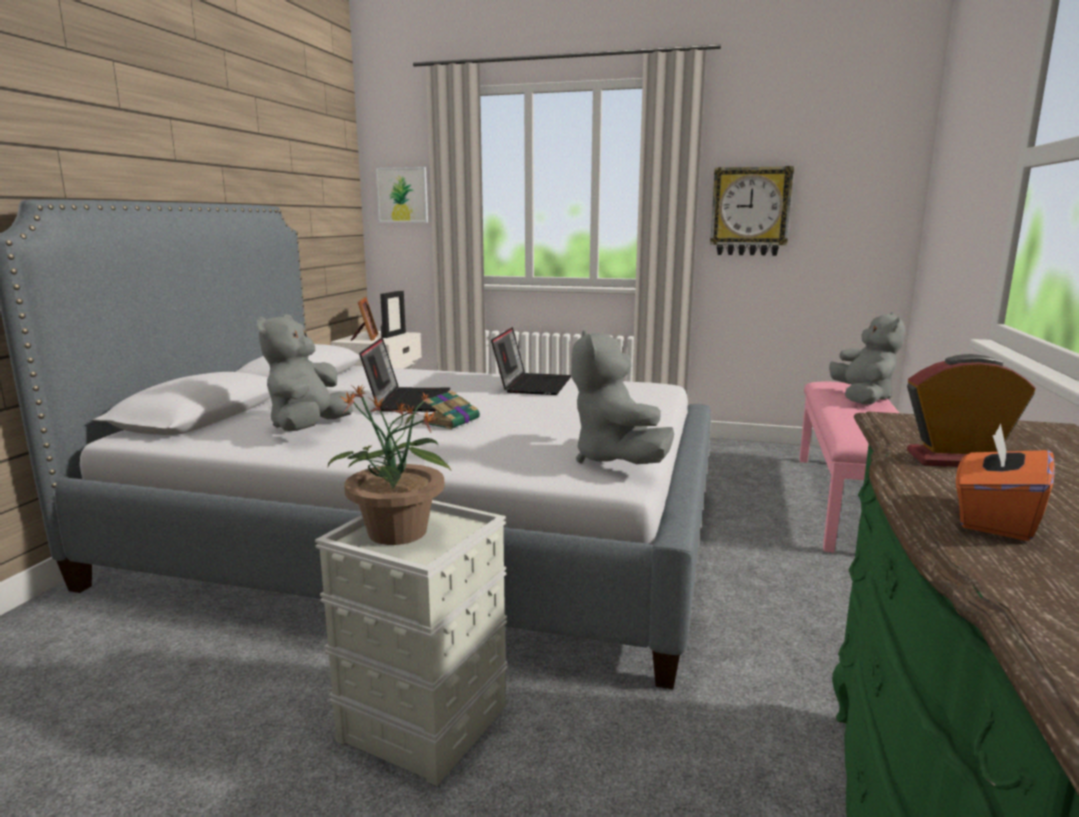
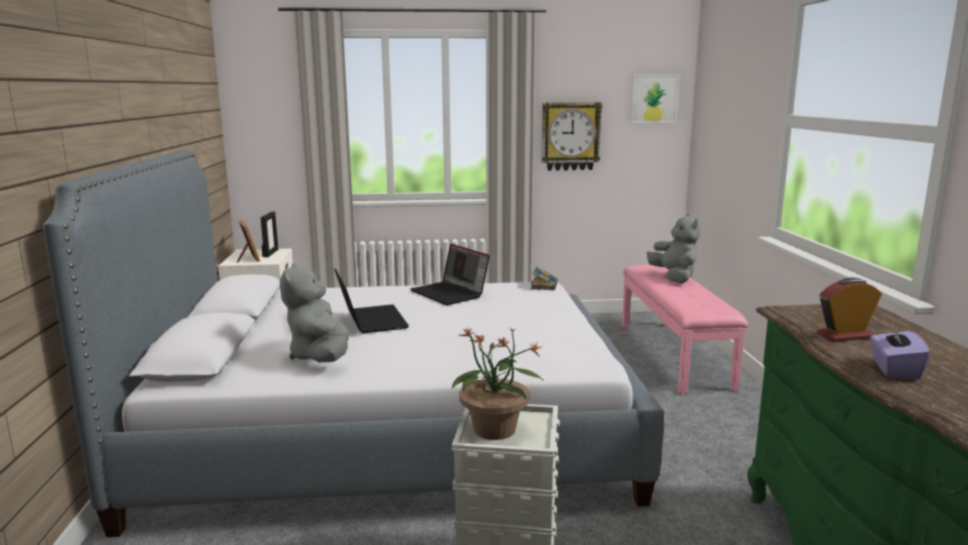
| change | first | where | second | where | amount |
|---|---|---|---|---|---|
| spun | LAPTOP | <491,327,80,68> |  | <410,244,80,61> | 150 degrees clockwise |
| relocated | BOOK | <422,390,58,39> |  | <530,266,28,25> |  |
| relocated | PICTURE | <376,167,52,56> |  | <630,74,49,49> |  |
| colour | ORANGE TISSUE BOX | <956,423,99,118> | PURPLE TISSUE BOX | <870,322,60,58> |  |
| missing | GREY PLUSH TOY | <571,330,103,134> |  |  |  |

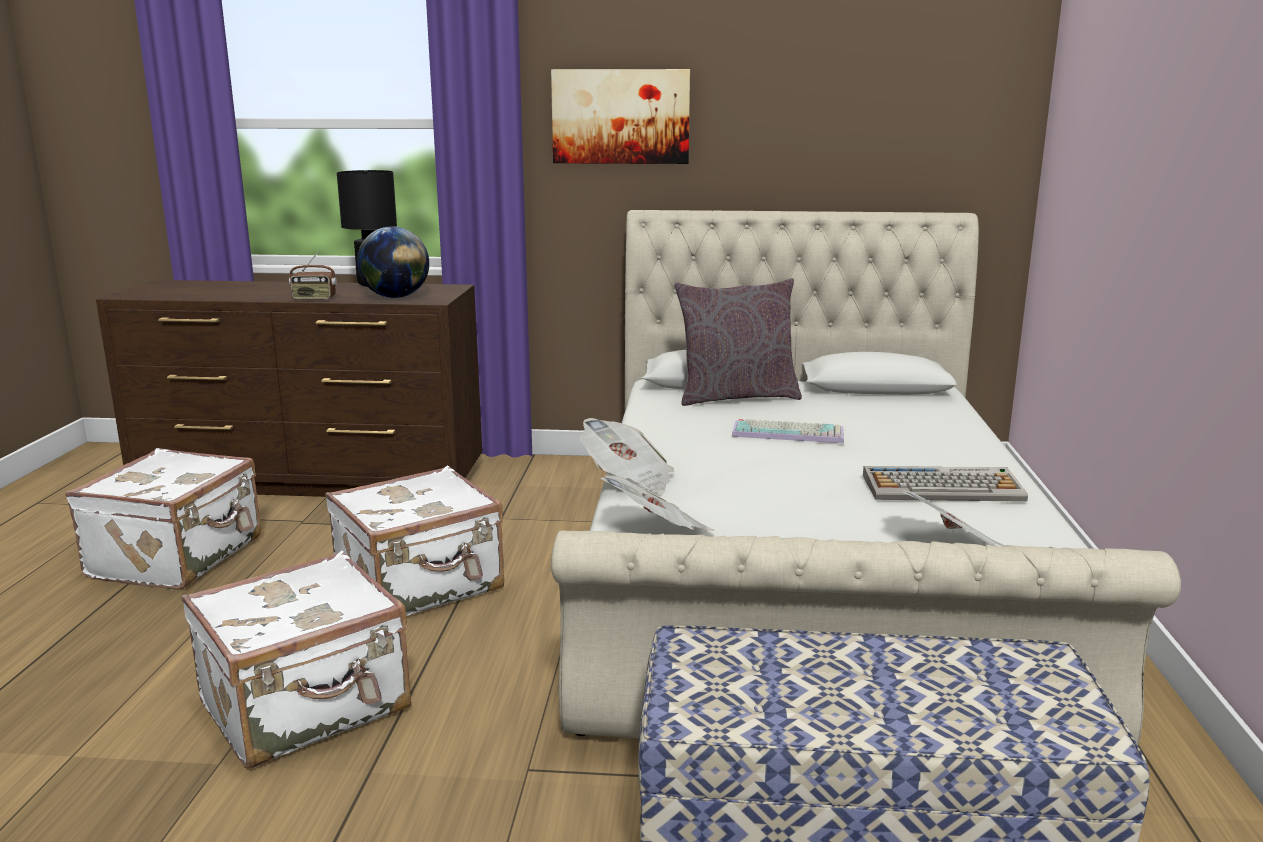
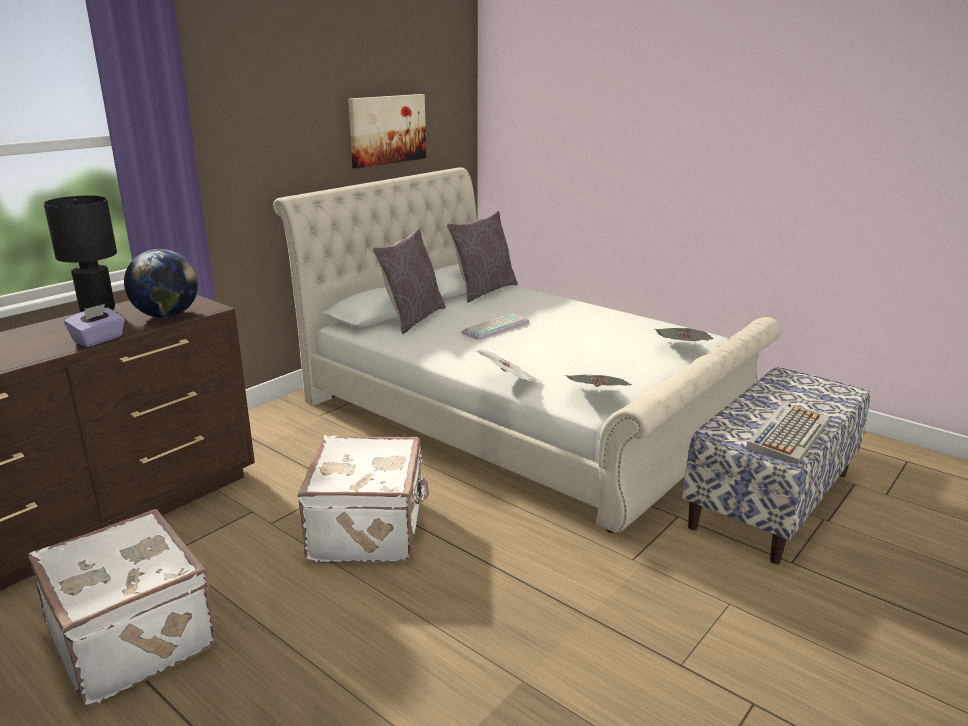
| change | first | where | second | where | amount |
|---|---|---|---|---|---|
| exchanged | RADIO | <289,251,48,49> | PURPLE TISSUE BOX | <64,304,61,43> |  |
| relocated | PICTURE | <551,69,139,95> |  | <348,94,78,75> |  |
| appeared |  |  | GREY PILLOW | <447,211,71,91> |  |
| relocated | KEYBOARD | <863,466,165,36> |  | <746,402,84,63> |  |
| missing | WHITE SUITCASE | <181,551,230,217> |  |  |  |

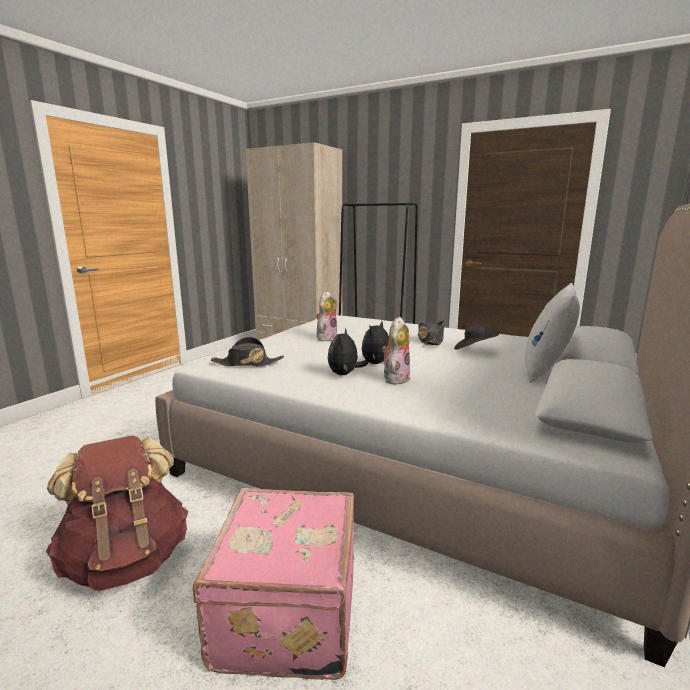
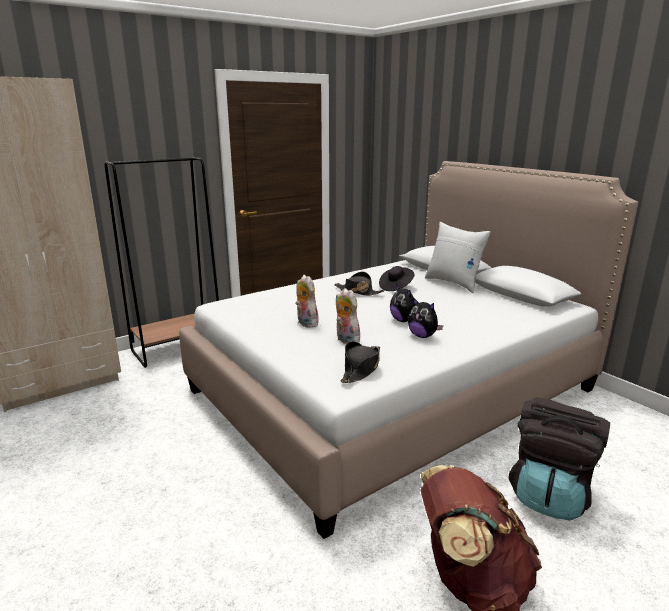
| change | first | where | second | where | amount |
|---|---|---|---|---|---|
| relocated | PLUSH TOY | <382,317,28,68> |  | <335,288,26,56> |  |
| exchanged | PINK SUITCASE | <193,488,161,192> | BLACK BACKPACK | <508,397,102,124> |  |

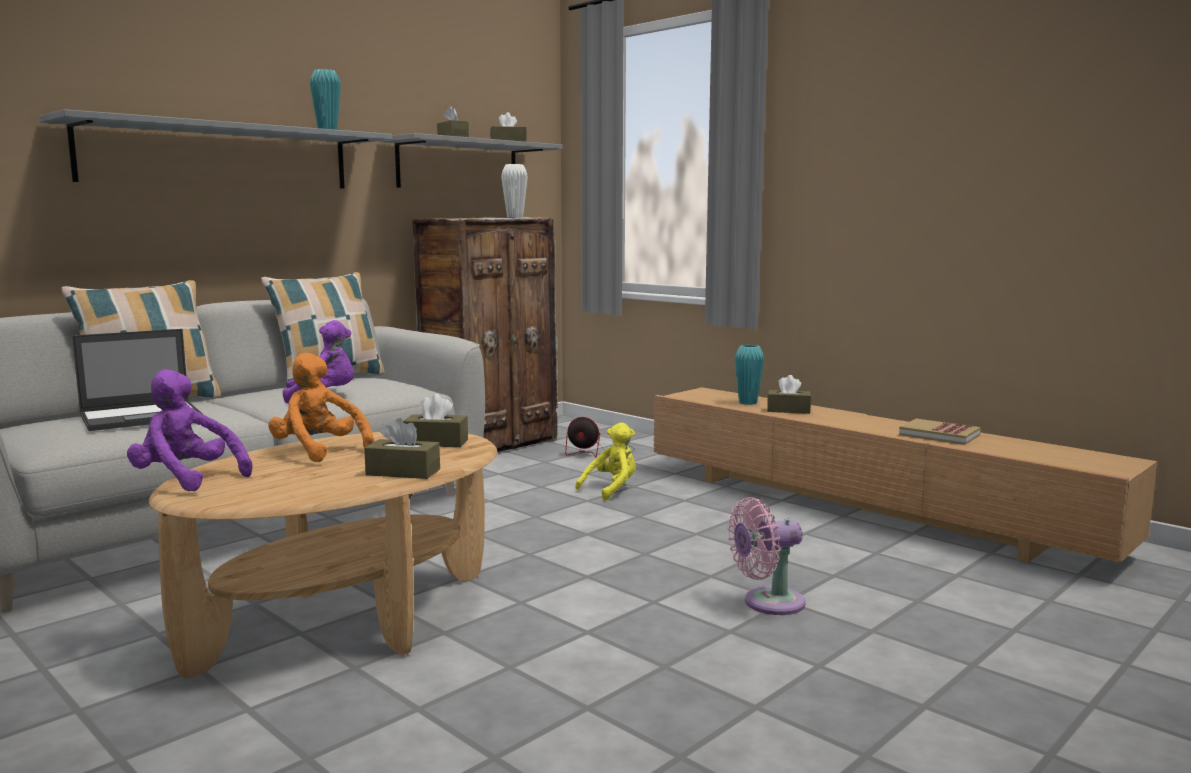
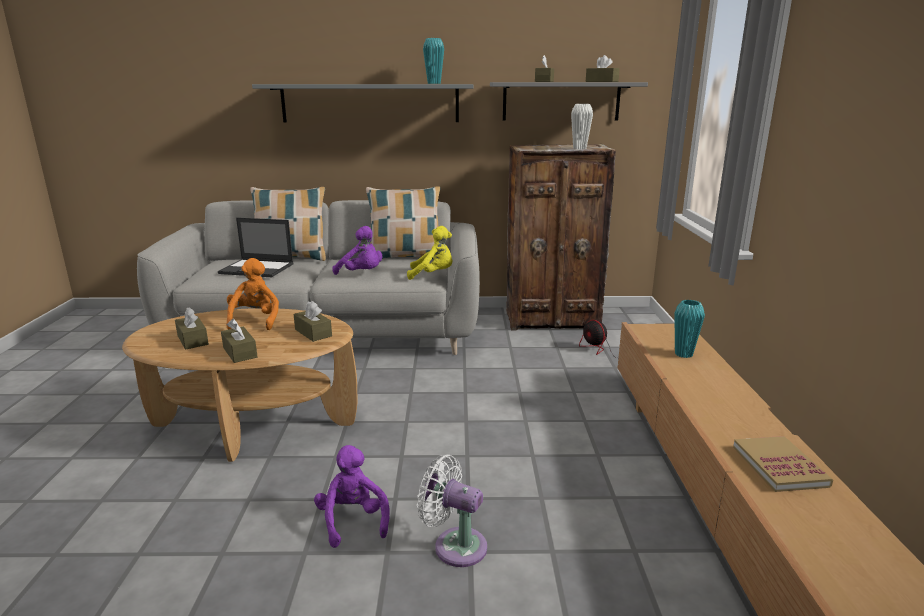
| change | first | where | second | where | amount |
|---|---|---|---|---|---|
| relocated | BROWN TISSUE BOX | <767,375,44,39> |  | <175,307,34,43> |  |
| relocated | PURPLE PLUSH TOY | <127,369,126,122> |  | <314,445,76,103> |  |
| relocated | YELLOW PLUSH TOY | <575,422,61,79> |  | <407,226,45,54> |  |
| colour | PINK FAN | <728,497,77,118> | WHITE FAN | <417,454,70,113> |  |

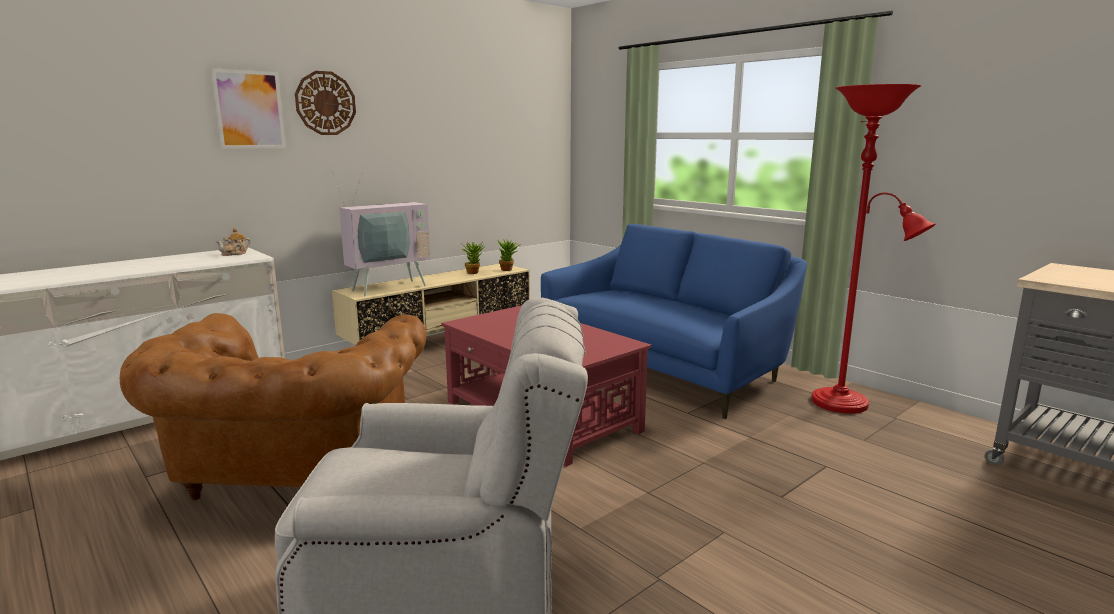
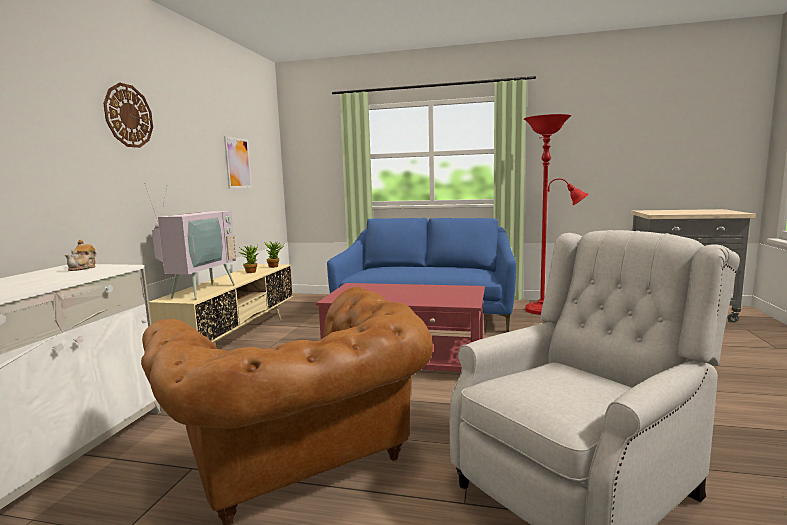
| change | first | where | second | where | amount |
|---|---|---|---|---|---|
| relocated | PICTURE | <211,68,75,81> |  | <224,136,28,53> |  |

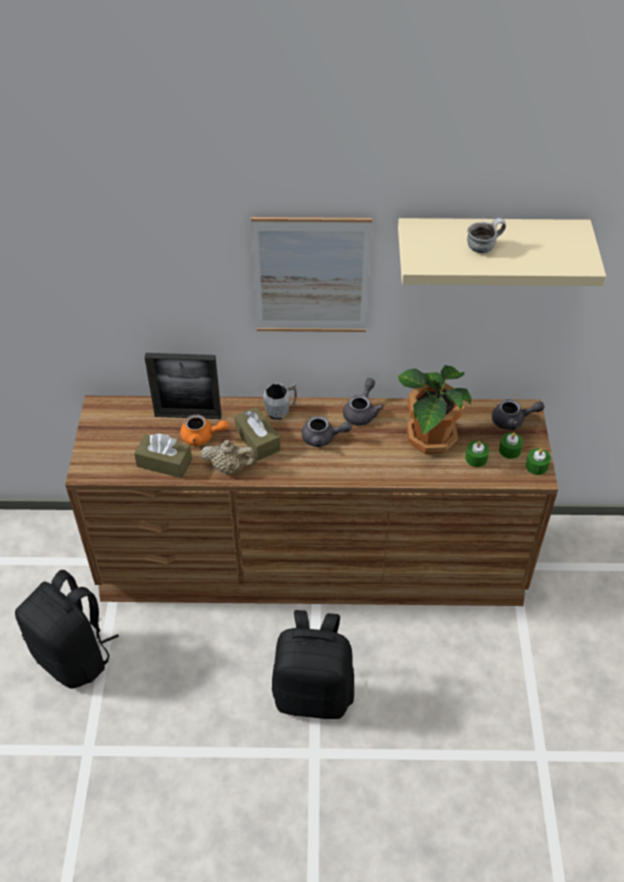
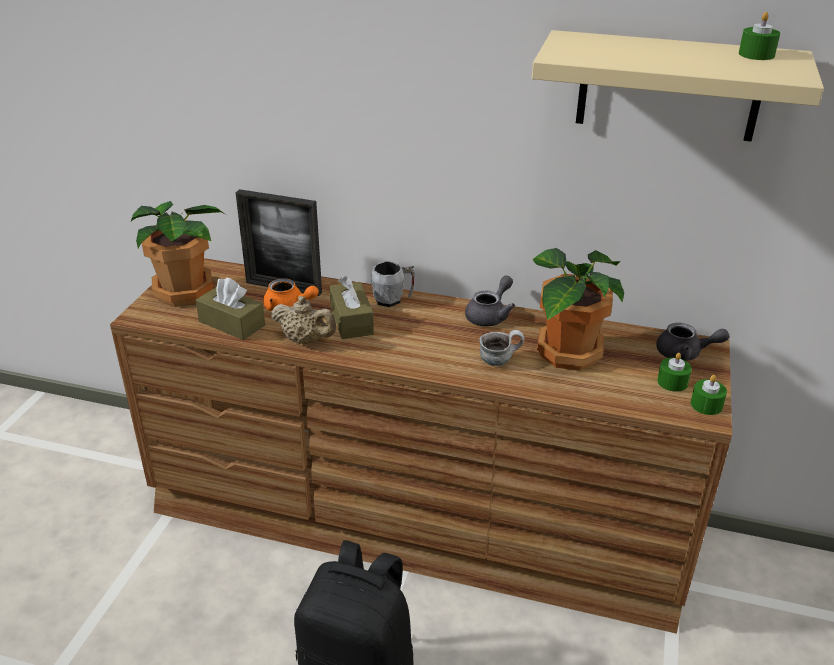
| change | first | where | second | where | amount |
|---|---|---|---|---|---|
| appeared |  |  | POTTED PLANT | <131,201,94,106> |  |
| relocated | MUG | <467,218,39,35> |  | <480,330,44,36> |  |
| relocated | GREEN CANDLE | <465,441,24,26> |  | <739,12,41,48> |  |
| missing | BLACK BACKPACK | <15,570,104,119> |  |  |  |
| missing | PICTURE | <251,217,121,115> |  |  |  |
| missing | GREY TEAPOT | <302,416,50,31> |  |  |  |

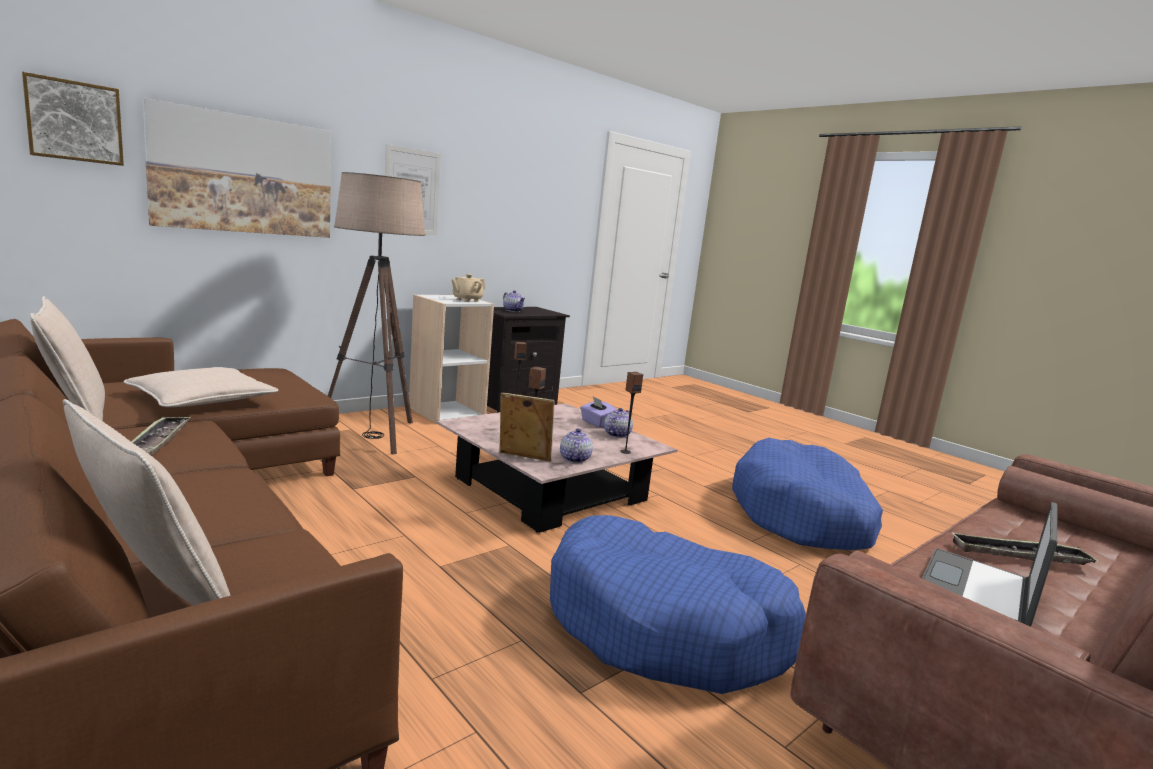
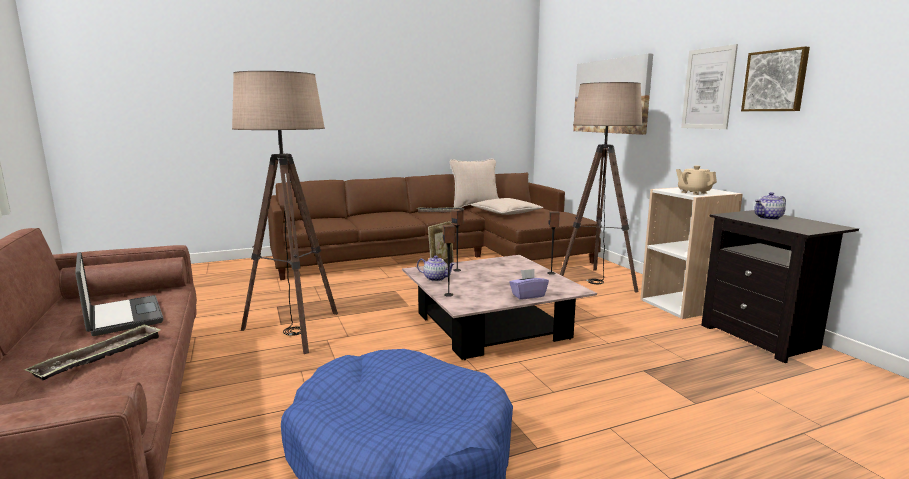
| change | first | where | second | where | amount |
|---|---|---|---|---|---|
| exchanged | BLUE DOG BED | <550,515,256,179> | FLOOR LAMP | <232,71,106,283> |  |
| relocated | PICTURE | <22,72,102,94> |  | <741,46,69,65> |  |
| missing | BEIGE PILLOW | <63,399,168,206> |  |  |  |
| missing | TEAPOT | <604,408,29,30> |  |  |  |

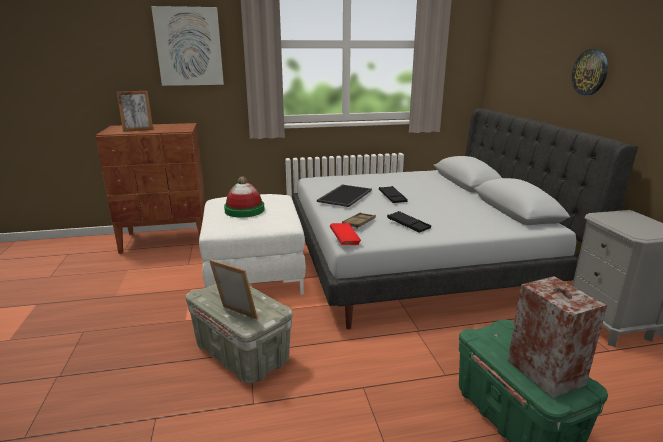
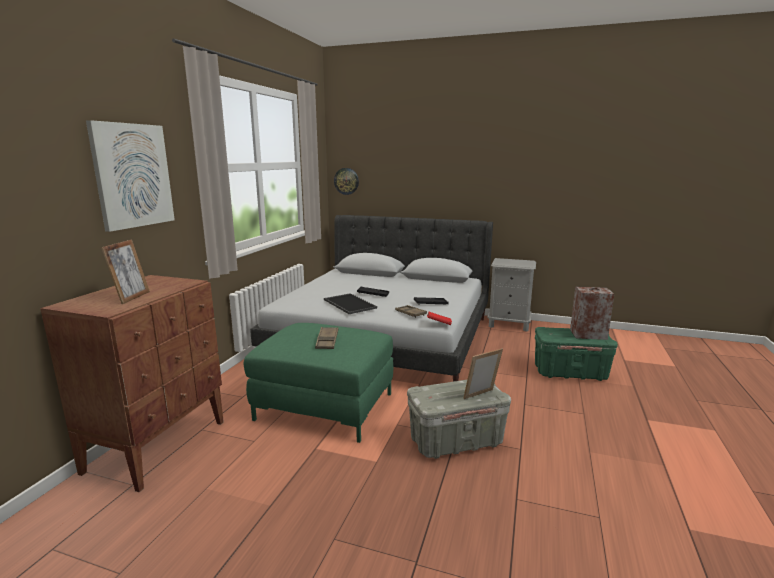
| change | first | where | second | where | amount |
|---|---|---|---|---|---|
| colour | WHITE OTTOMAN | <199,194,107,101> | GREEN OTTOMAN | <244,323,149,120> |  |
| exchanged | HAT | <224,176,41,42> | BROWN TRAY | <315,327,23,22> |  |
| relocated | WALL CLOCK | <572,49,36,46> |  | <334,168,25,27> |  |

